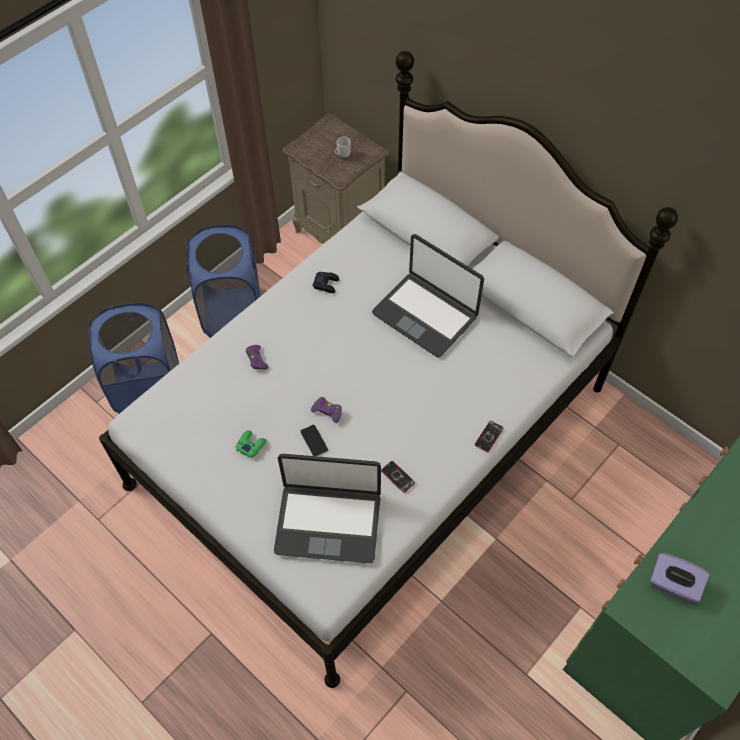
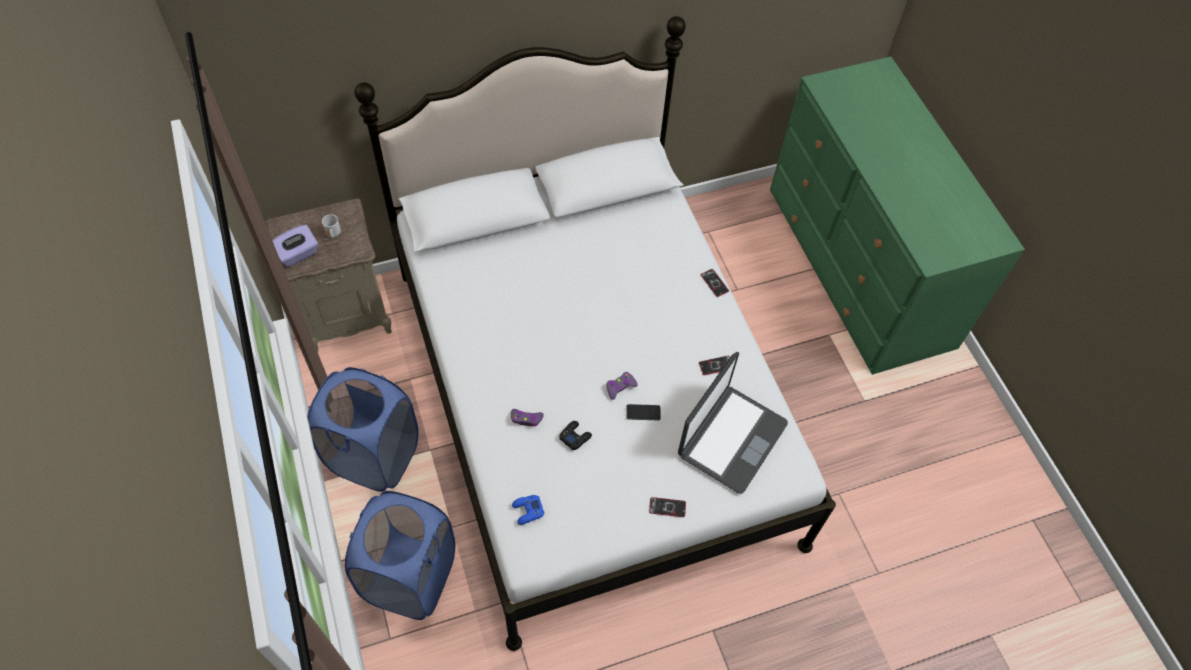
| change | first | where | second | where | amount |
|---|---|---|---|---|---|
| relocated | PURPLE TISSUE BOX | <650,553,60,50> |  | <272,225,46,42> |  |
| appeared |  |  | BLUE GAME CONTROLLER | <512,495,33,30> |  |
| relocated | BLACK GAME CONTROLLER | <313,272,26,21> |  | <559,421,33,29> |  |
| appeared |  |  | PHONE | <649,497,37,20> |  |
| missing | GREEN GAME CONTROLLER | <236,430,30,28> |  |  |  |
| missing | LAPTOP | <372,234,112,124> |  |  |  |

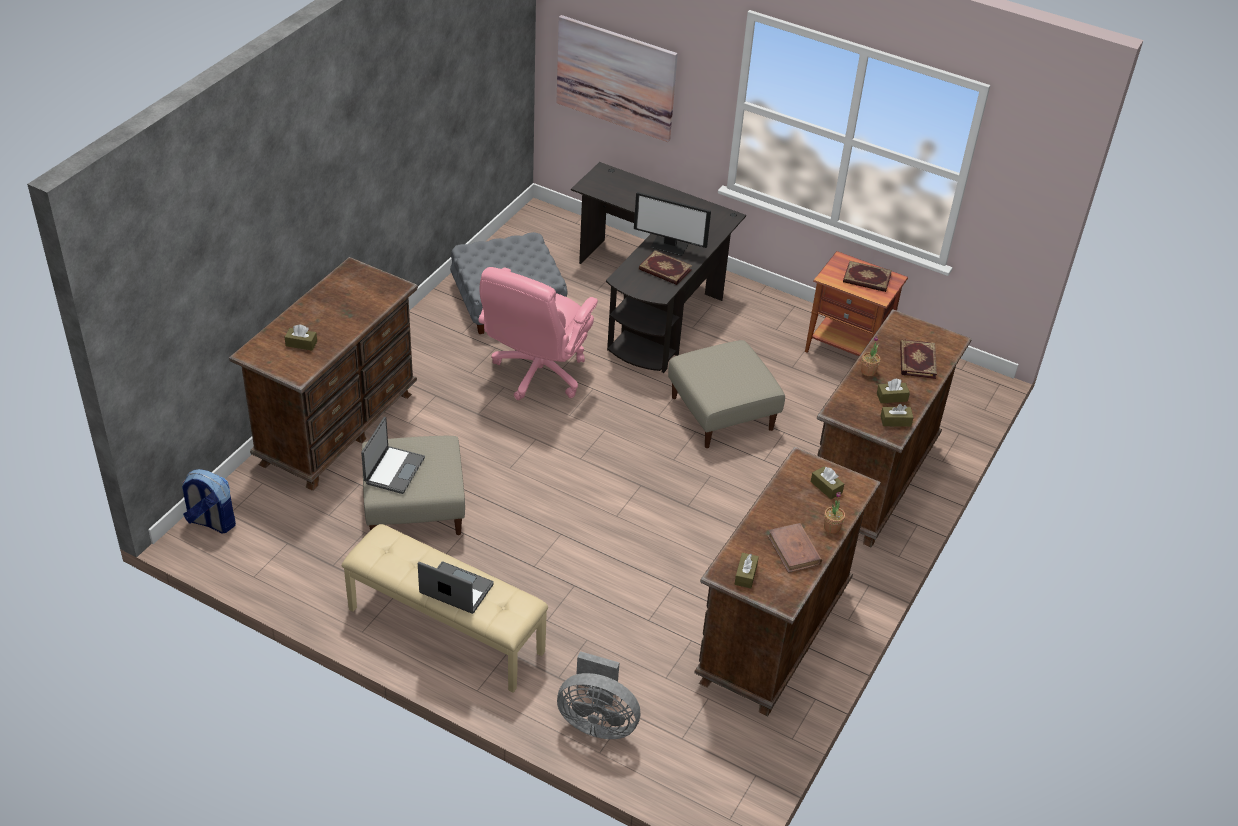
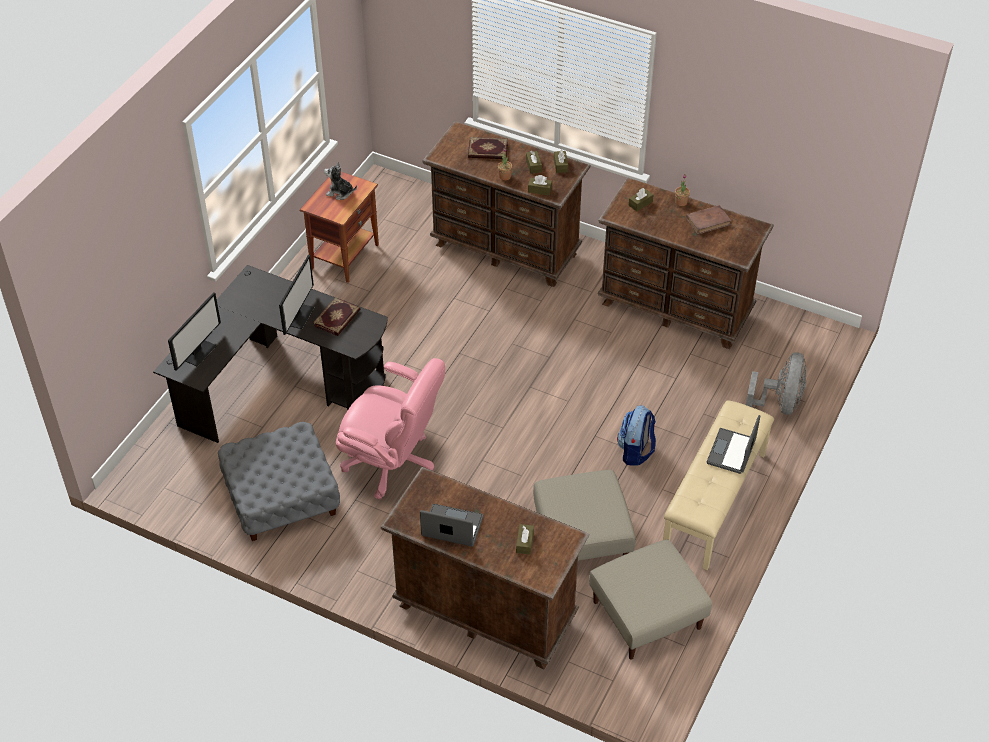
| change | first | where | second | where | amount |
|---|---|---|---|---|---|
| appeared |  |  | MONITOR | <168,292,53,79> |  |
| exchanged | BOOK | <843,261,49,31> | PLUSH TOY | <324,162,33,38> |  |
| relocated | LAPTOP | <361,417,64,77> |  | <420,504,63,43> |  |
| relocated | BROWN TISSUE BOX | <734,553,25,35> |  | <528,175,24,20> |  |
| relocated | BEIGE OTTOMAN | <668,340,117,108> |  | <589,539,123,120> |  |
| relocated | BACKPACK | <182,469,54,64> |  | <617,406,39,59> |  |
| missing | PICTURE | <556,15,122,127> |  |  |  |

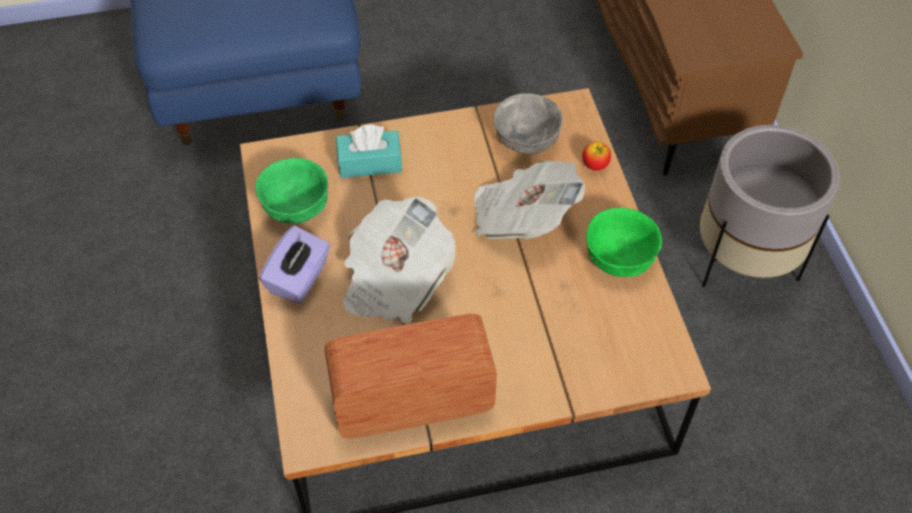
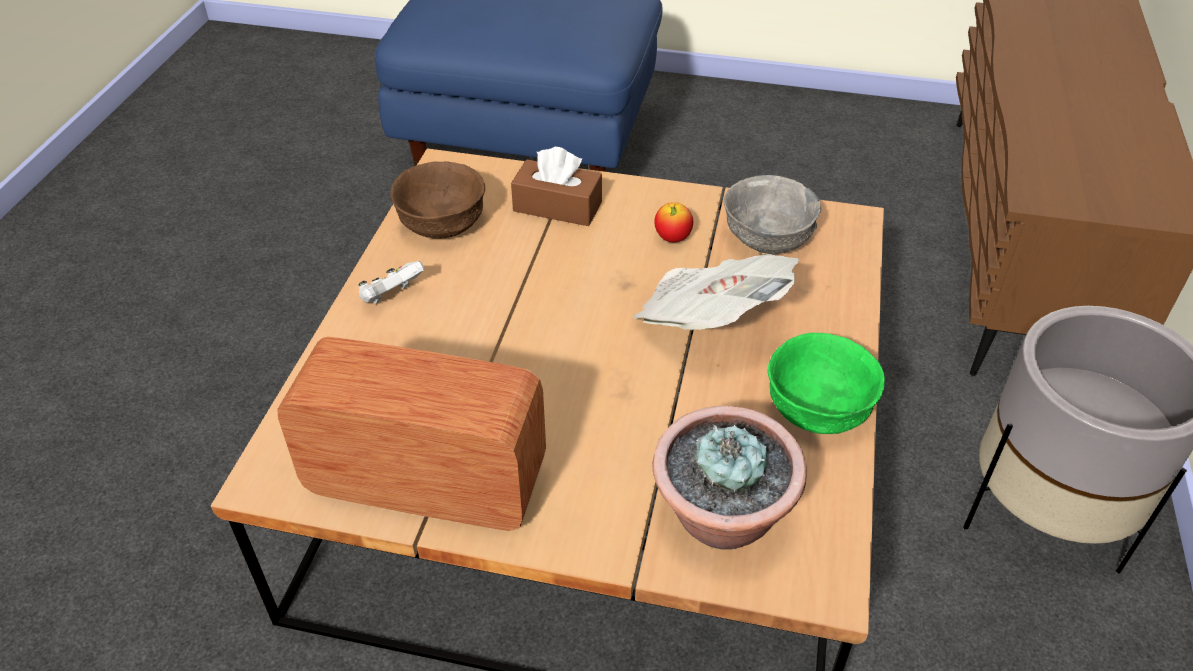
| change | first | where | second | where | amount |
|---|---|---|---|---|---|
| exchanged | PURPLE TISSUE BOX | <259,226,71,78> | WHITE GAME CONTROLLER | <358,261,67,43> |  |
| colour | GREEN BOWL | <255,158,73,66> | BROWN BOWL | <390,161,95,78> |  |
| colour | TURQUOISE TISSUE BOX | <336,124,66,54> | BROWN TISSUE BOX | <511,147,91,79> |  |
| appeared |  |  | POTTED PLANT | <652,406,155,144> |  |
| relocated | APPLE | <582,141,29,30> |  | <654,202,39,40> |  |
| missing | NEWSPAPER | <343,197,113,126> |  |  |  |

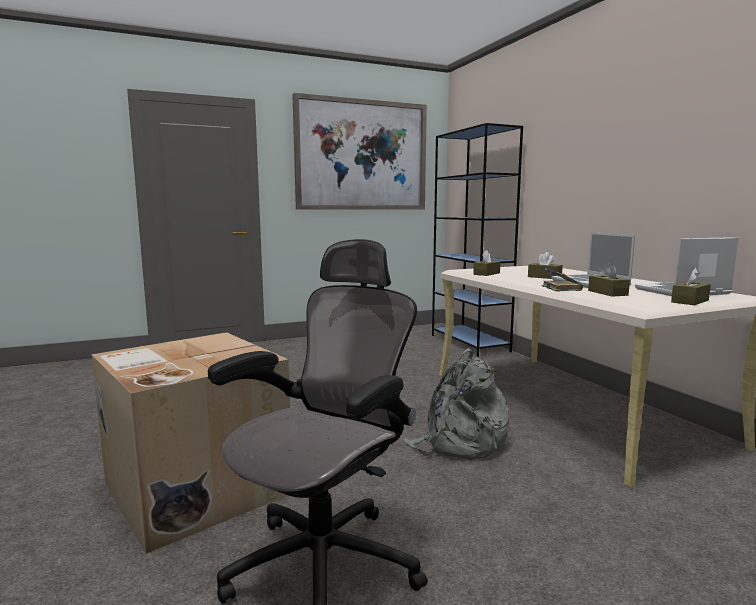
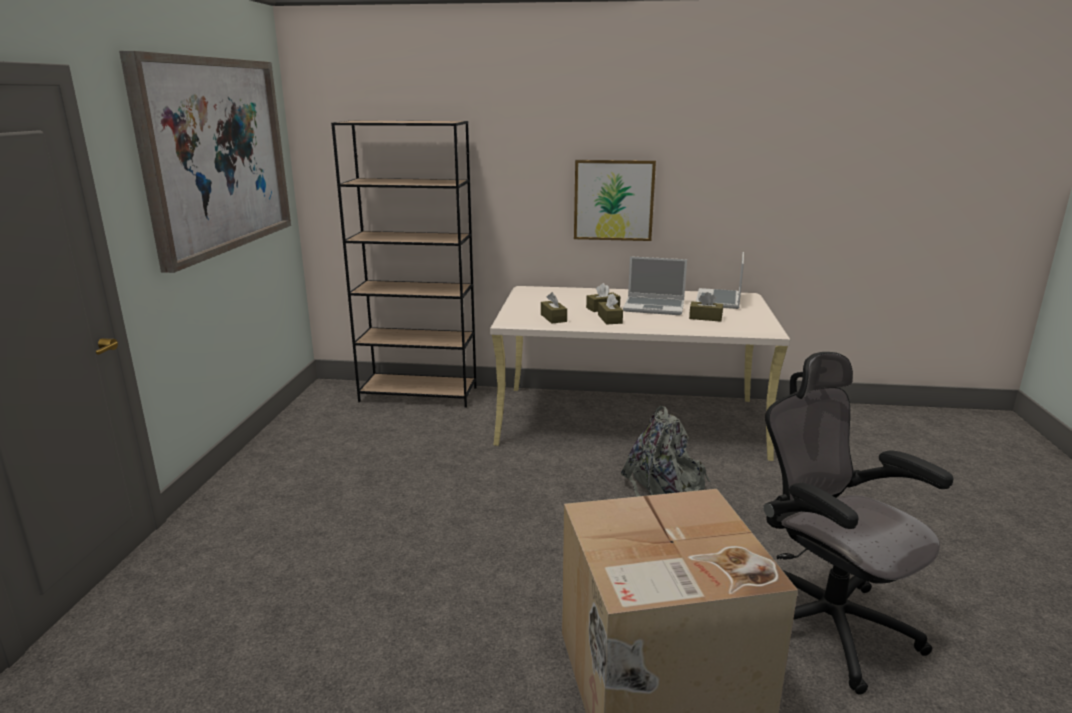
| change | first | where | second | where | amount |
|---|---|---|---|---|---|
| colour | BLUE BOOKCASE | <432,123,91,234> | BEIGE BOOKCASE | <331,121,146,287> |  |
| appeared |  |  | PICTURE | <574,160,82,81> |  |
| relocated | BROWN TISSUE BOX | <671,268,40,37> |  | <598,293,25,32> |  |
| missing | BOOK | <542,268,41,23> |  |  |  |

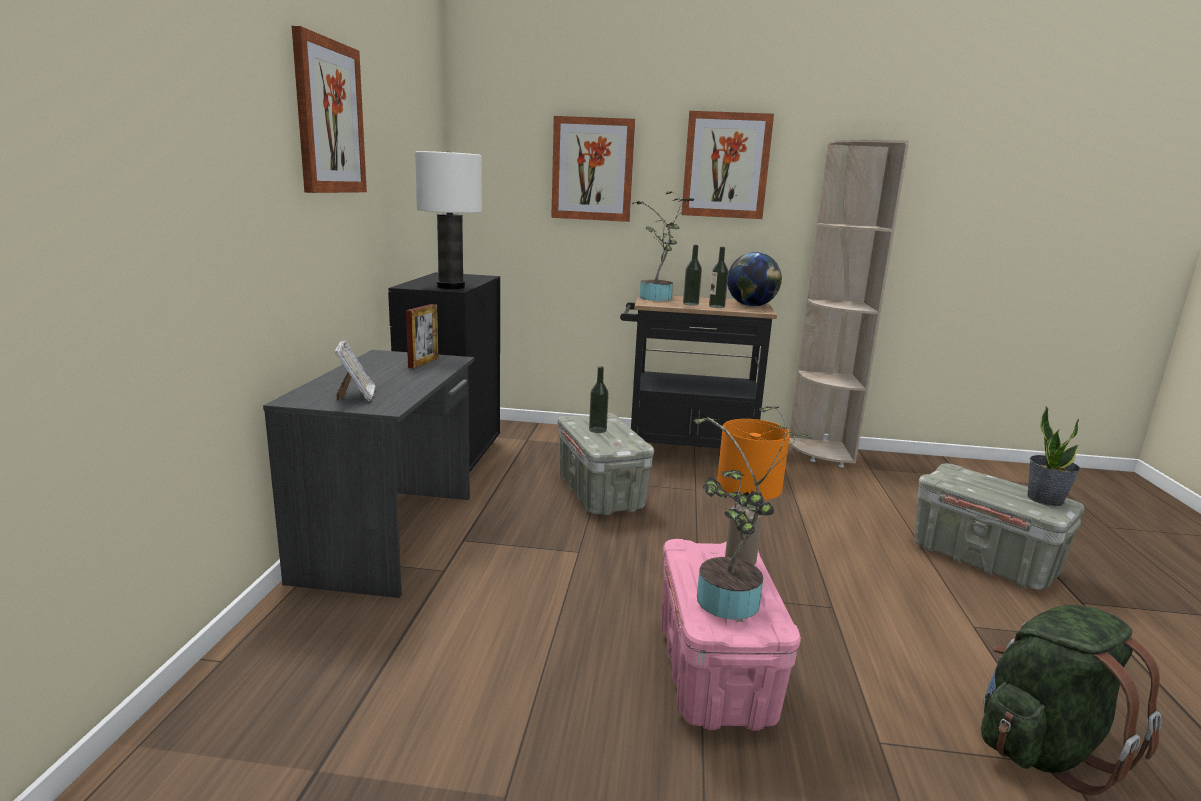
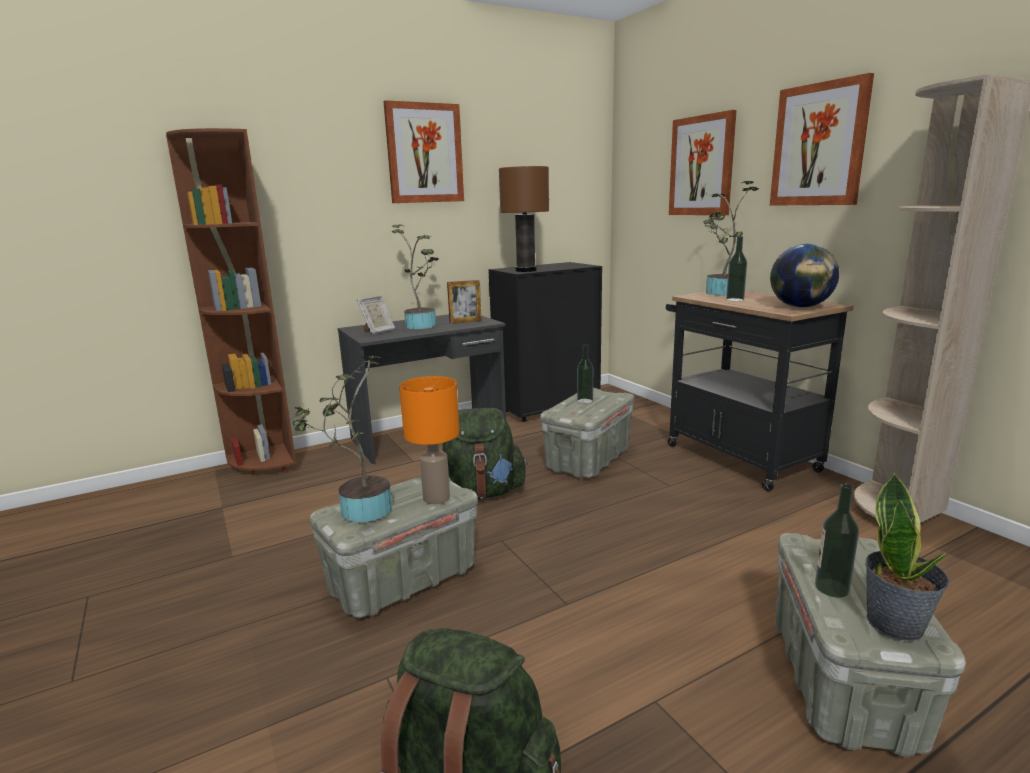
| change | first | where | second | where | amount |
|---|---|---|---|---|---|
| appeared |  |  | BROWN BOOKCASE | <166,128,130,347> |  |
| colour | PINK STORAGE BOX | <661,539,140,191> | GREY STORAGE BOX | <310,476,168,142> |  |
| appeared |  |  | POTTED PLANT | <392,224,47,105> |  |
| appeared |  |  | GREEN BACKPACK | <442,408,86,92> |  |
| colour | WHITE TABLE LAMP | <415,151,67,138> | BROWN TABLE LAMP | <499,166,50,106> |  |
| relocated | BOTTLE | <709,247,20,61> |  | <815,483,44,115> |  |

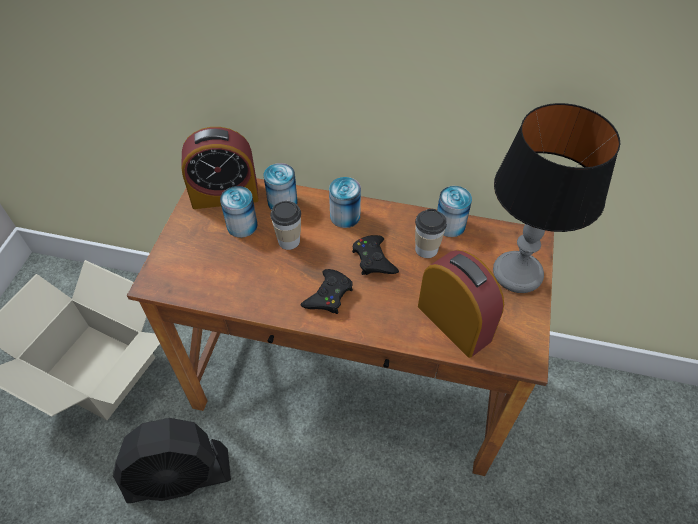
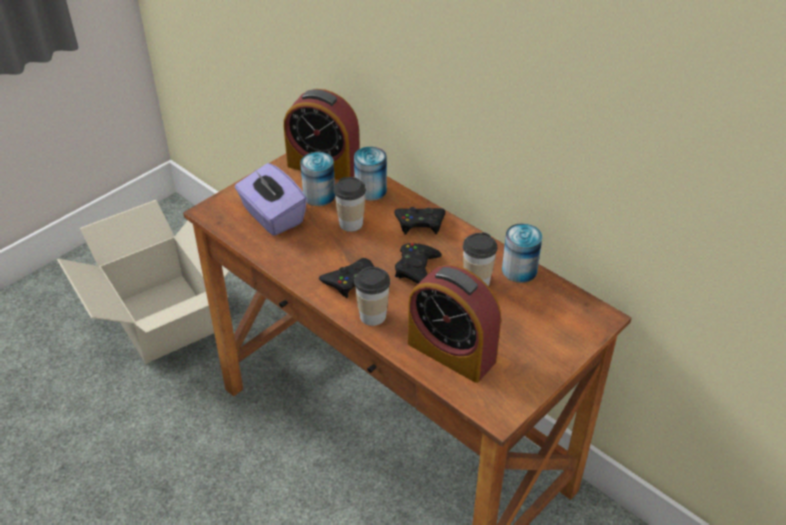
| change | first | where | second | where | amount |
|---|---|---|---|---|---|
| appeared |  |  | PURPLE TISSUE BOX | <235,163,72,73> |  |
| appeared |  |  | CUP | <354,267,36,59> |  |
| exchanged | CAN | <329,177,32,51> | BLACK GAME CONTROLLER | <394,207,52,28> |  |
| spun | ALARM CLOCK | <418,250,86,108> |  | <408,265,93,118> | 135 degrees clockwise |
| missing | BLACK FAN | <113,418,118,85> |  |  |  |
| missing | TABLE LAMP | <493,103,127,190> |  |  |  |

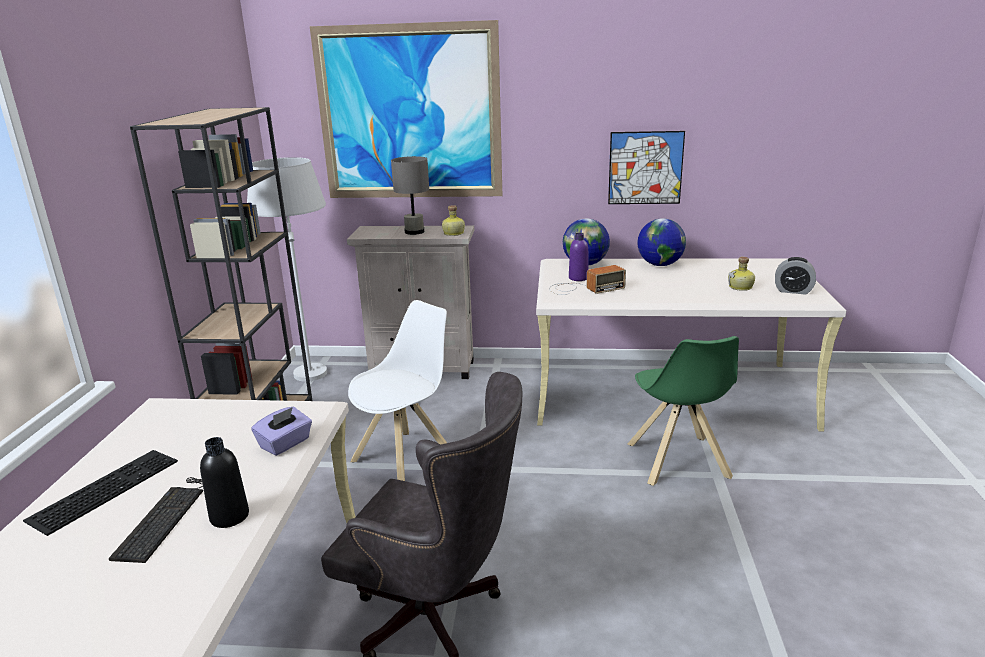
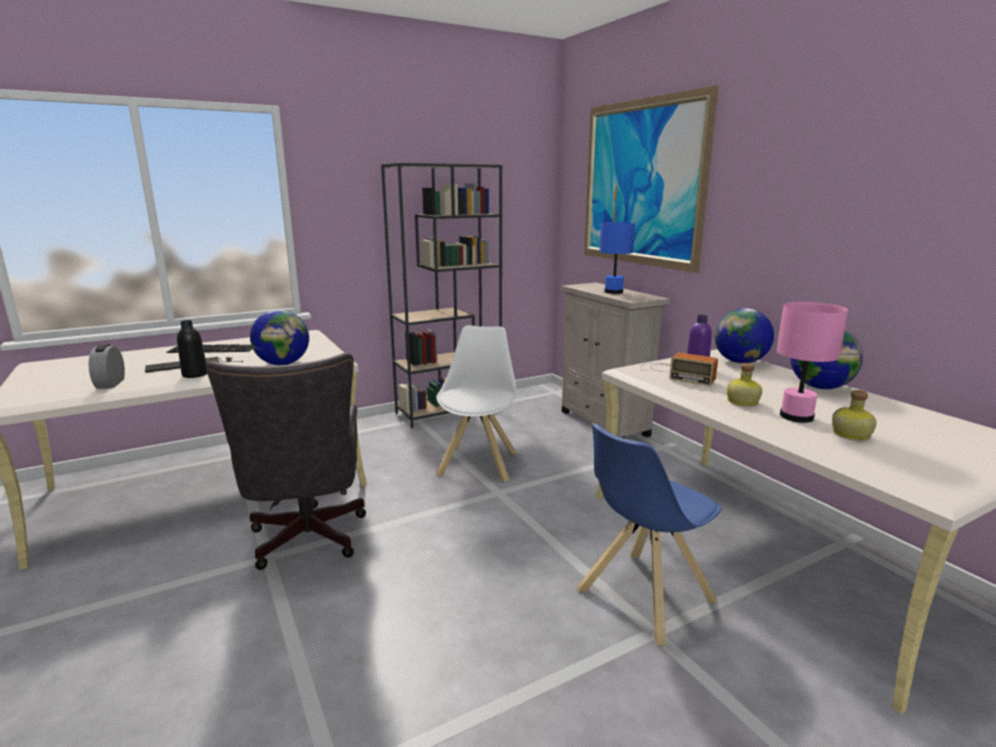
| change | first | where | second | where | amount |
|---|---|---|---|---|---|
| relocated | ALARM CLOCK | <775,257,41,38> |  | <89,344,36,45> |  |
| exchanged | PURPLE TISSUE BOX | <251,406,61,50> | GLOBE | <250,310,59,55> |  |
| spun | WHITE CHAIR | <348,300,99,181> |  | <435,325,82,157> | 90 degrees counterclockwise |
| colour | GREEN CHAIR | <627,336,112,150> | BLUE CHAIR | <578,424,144,221> |  |
| colour | GREY TABLE LAMP | <391,156,38,79> | BLUE TABLE LAMP | <599,222,36,72> |  |
| relocated | BOTTLE | <442,205,23,31> |  | <727,363,35,44> |  |
| appeared |  |  | PINK TABLE LAMP | <777,302,71,121> |  |
| missing | WHITE FLOOR LAMP | <247,157,80,225> |  |  |  |
| missing | PICTURE | <608,131,77,73> |  |  |  |

